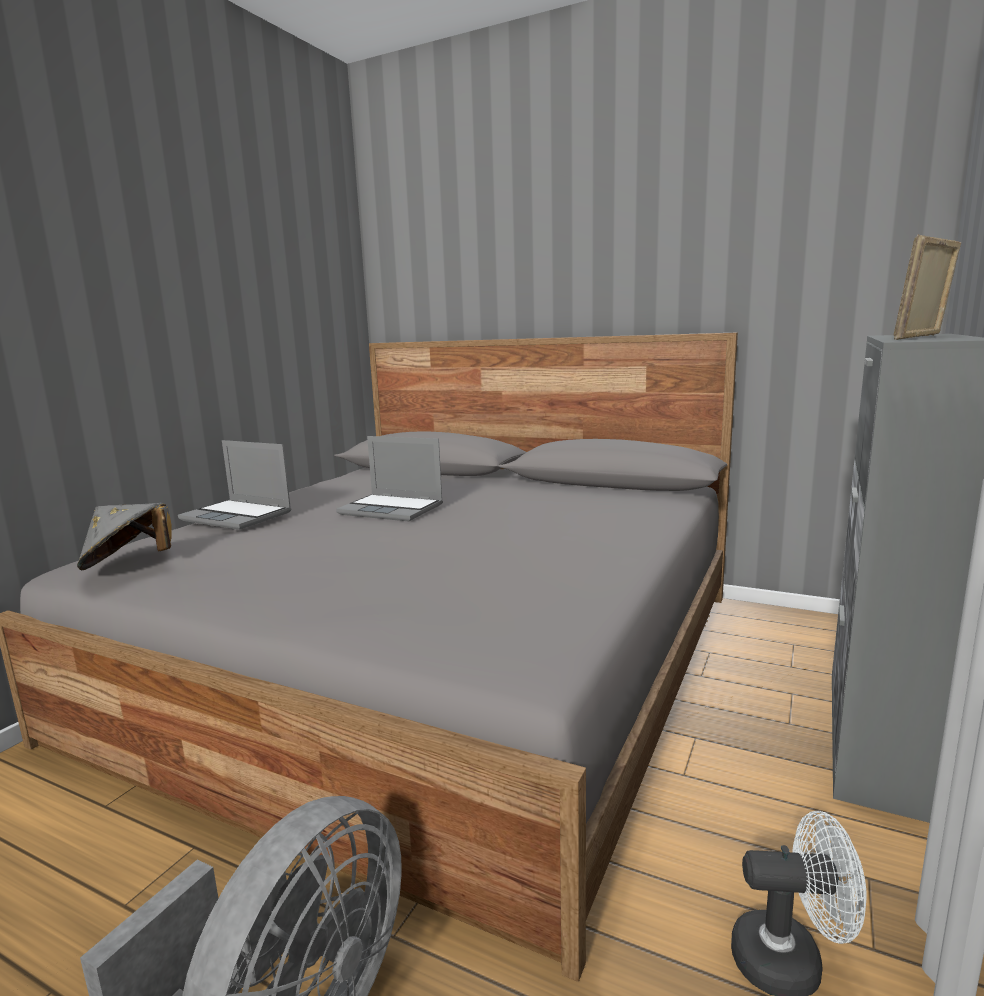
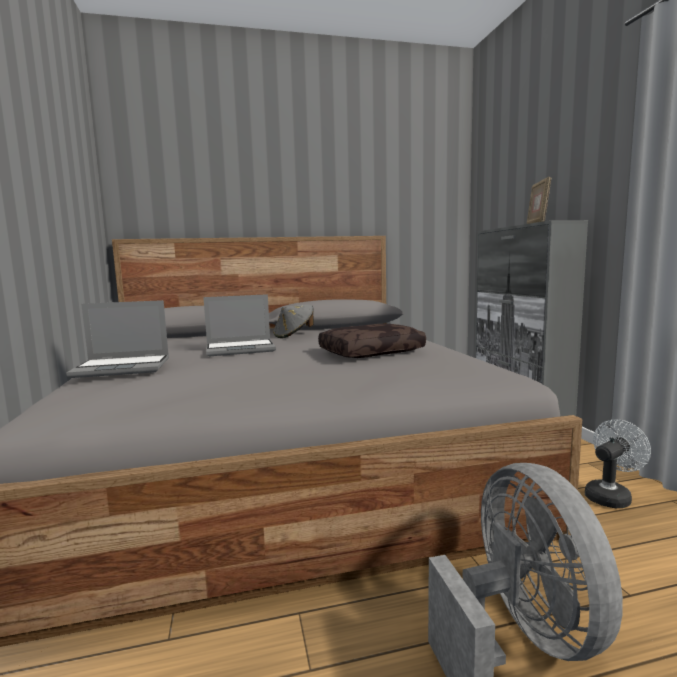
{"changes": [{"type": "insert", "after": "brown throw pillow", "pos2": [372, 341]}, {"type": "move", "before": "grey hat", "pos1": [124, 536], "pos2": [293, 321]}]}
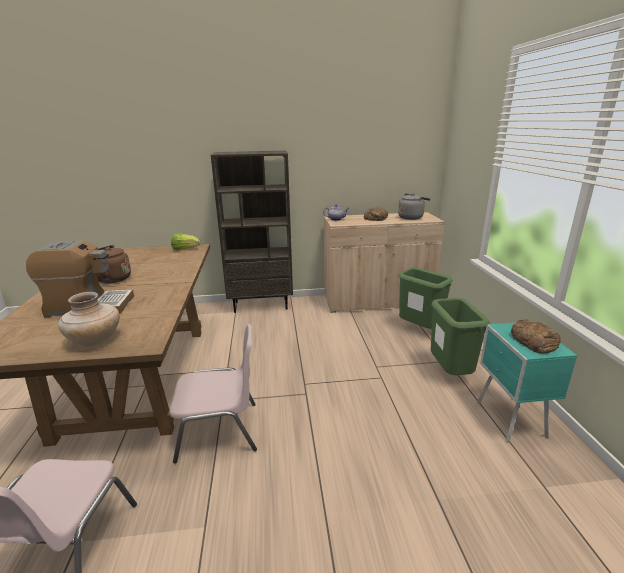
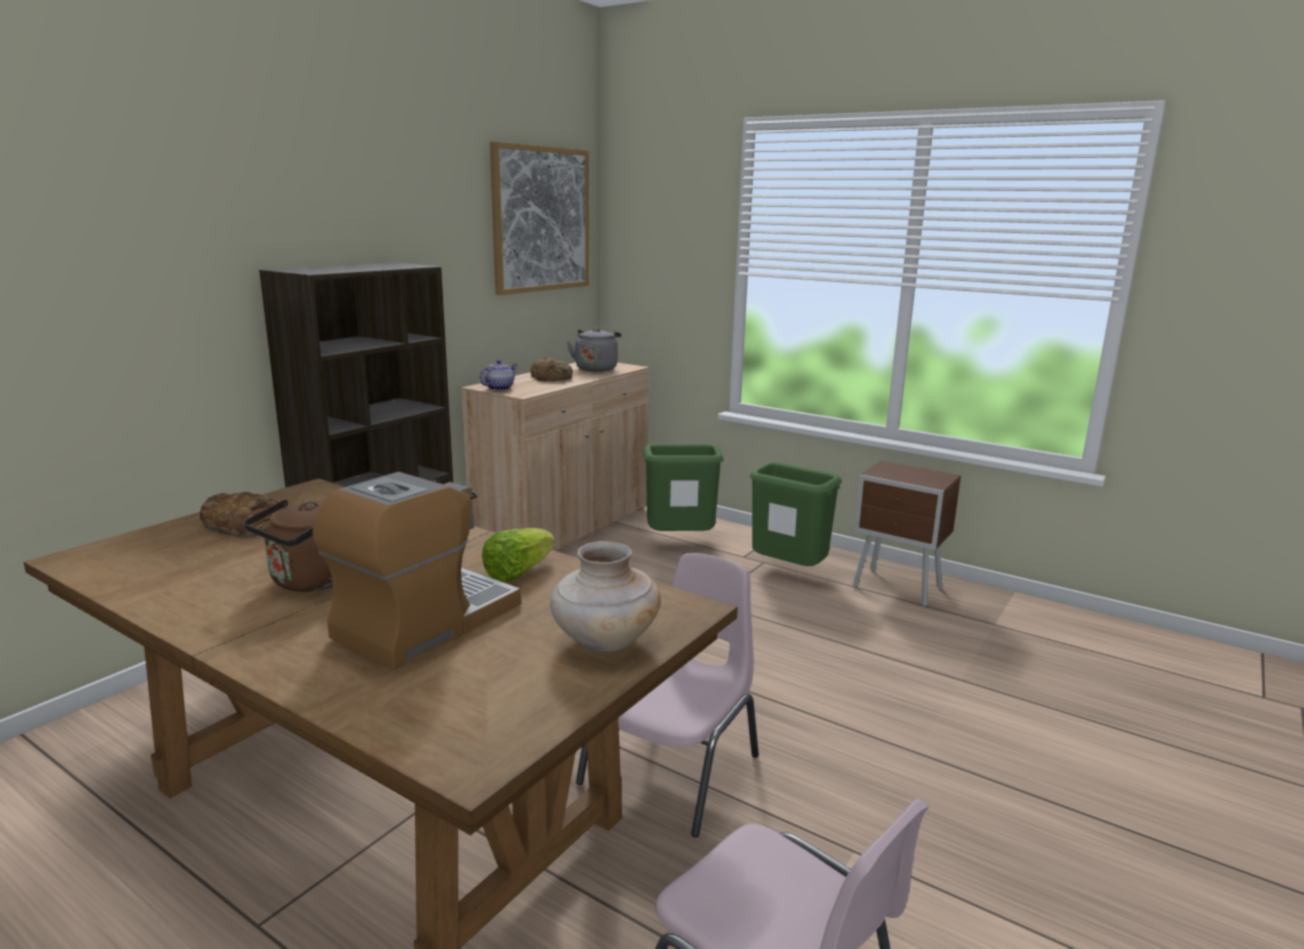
{"changes": [{"type": "insert", "after": "picture", "pos2": [539, 218]}, {"type": "move", "before": "head of lettuce", "pos1": [185, 241], "pos2": [518, 555]}, {"type": "move", "before": "baked bread", "pos1": [536, 336], "pos2": [239, 515]}, {"type": "recolor", "before": "blue-green night table", "after": "brown night table", "pos1": [527, 381], "pos2": [906, 534]}]}
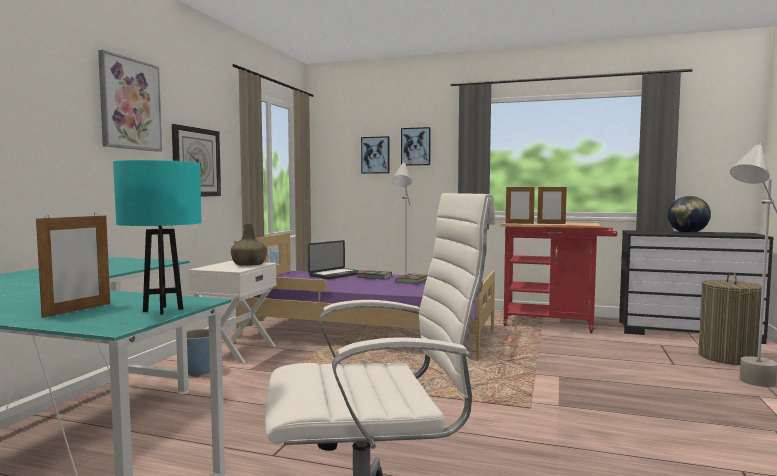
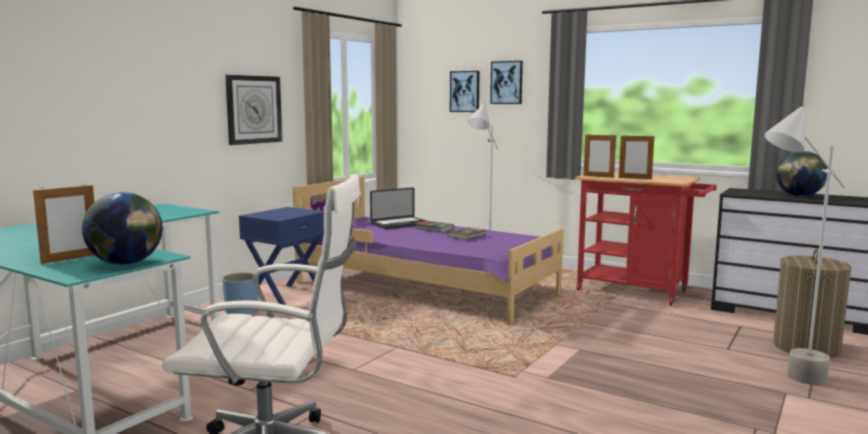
{"changes": [{"type": "delete", "before": "picture", "pos1": [130, 101]}, {"type": "delete", "before": "greenish drink bottle", "pos1": [249, 244]}, {"type": "replace", "before": "blue-green lamp for a table", "after": "world globe", "pos1": [157, 237], "pos2": [122, 228]}, {"type": "recolor", "before": "whitish night table", "after": "blue night table", "pos1": [233, 312], "pos2": [281, 256]}]}
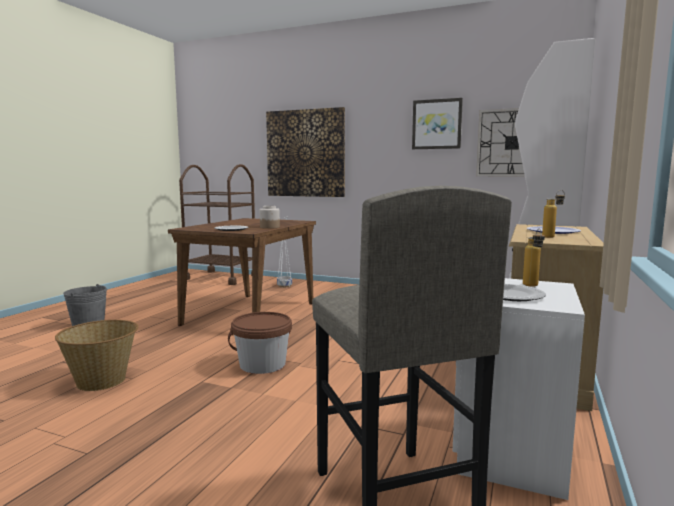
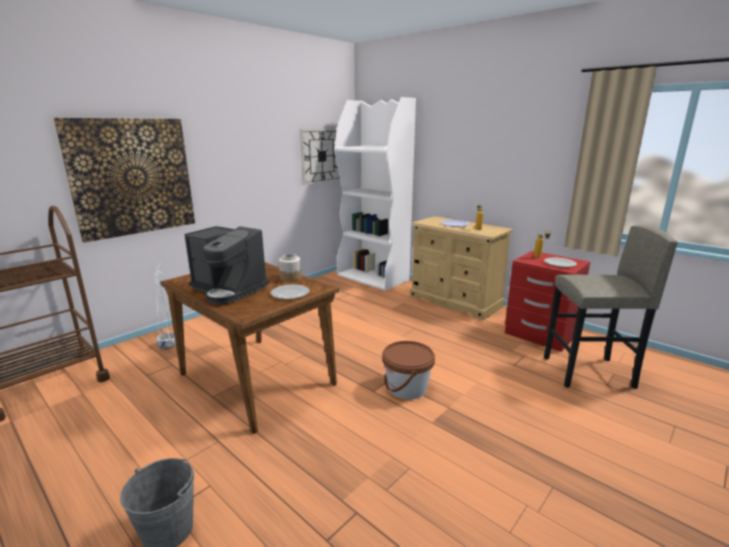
{"changes": [{"type": "delete", "before": "storage basket", "pos1": [96, 355]}, {"type": "delete", "before": "picture", "pos1": [437, 123]}, {"type": "insert", "after": "coffee maker", "pos2": [227, 265]}, {"type": "recolor", "before": "whitish night table", "after": "red night table", "pos1": [518, 389], "pos2": [547, 301]}]}
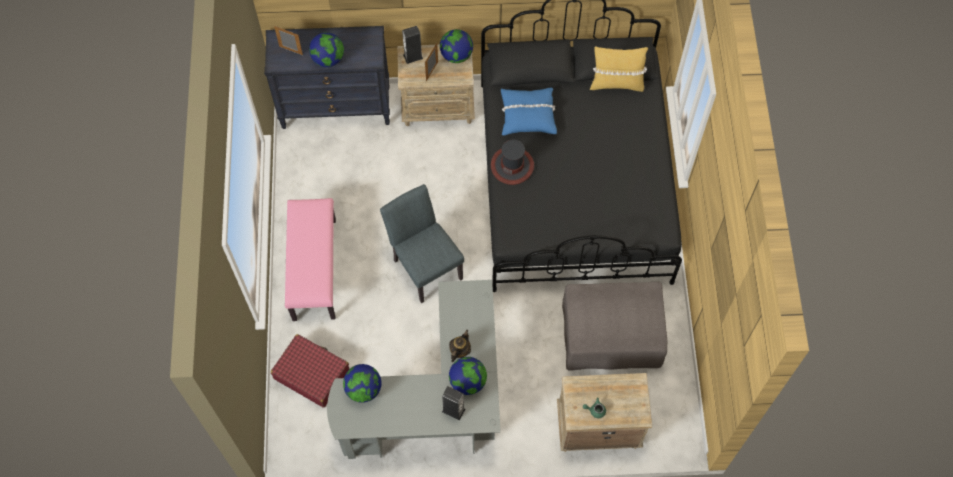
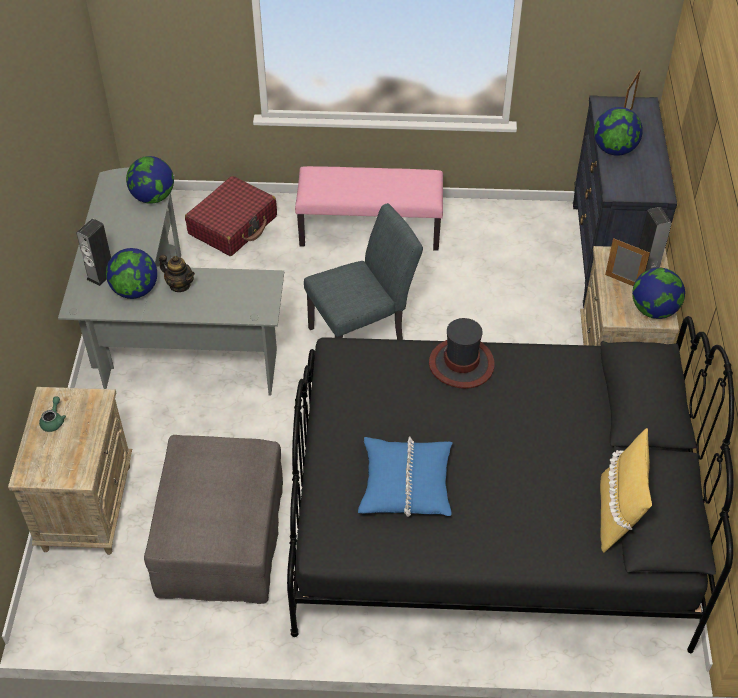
{"changes": [{"type": "move", "before": "blue throw pillow", "pos1": [529, 111], "pos2": [405, 476]}]}
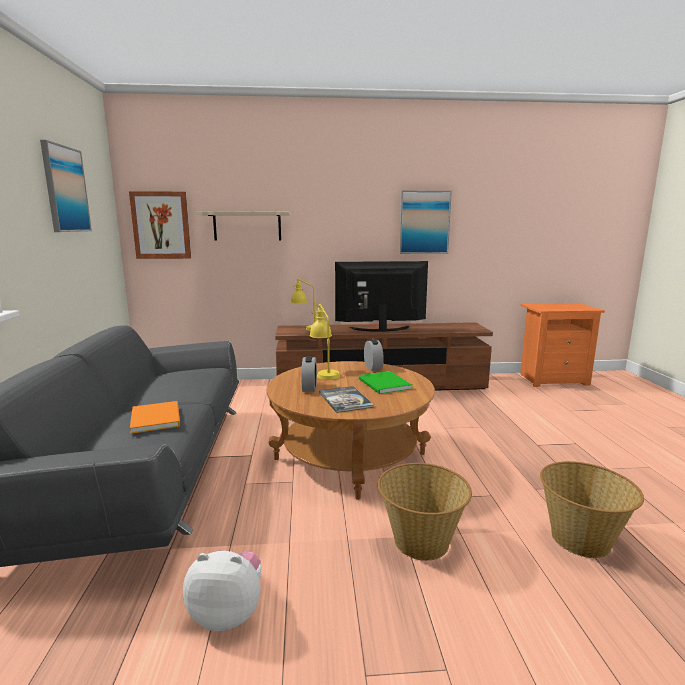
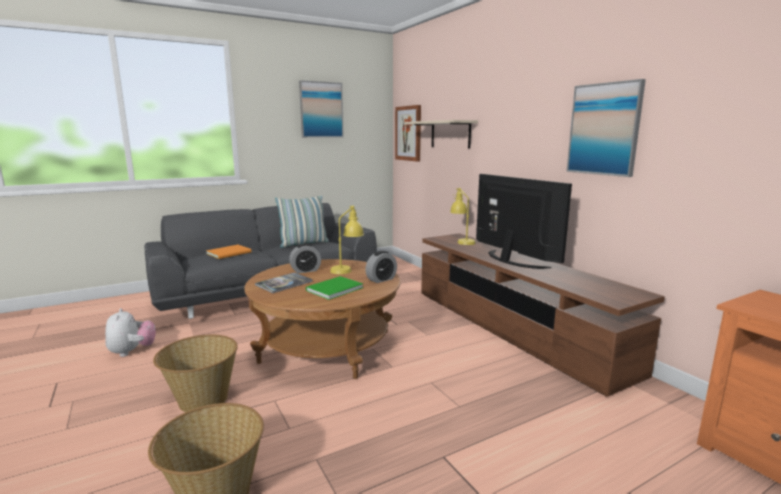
{"changes": [{"type": "insert", "after": "throw pillow", "pos2": [302, 222]}]}
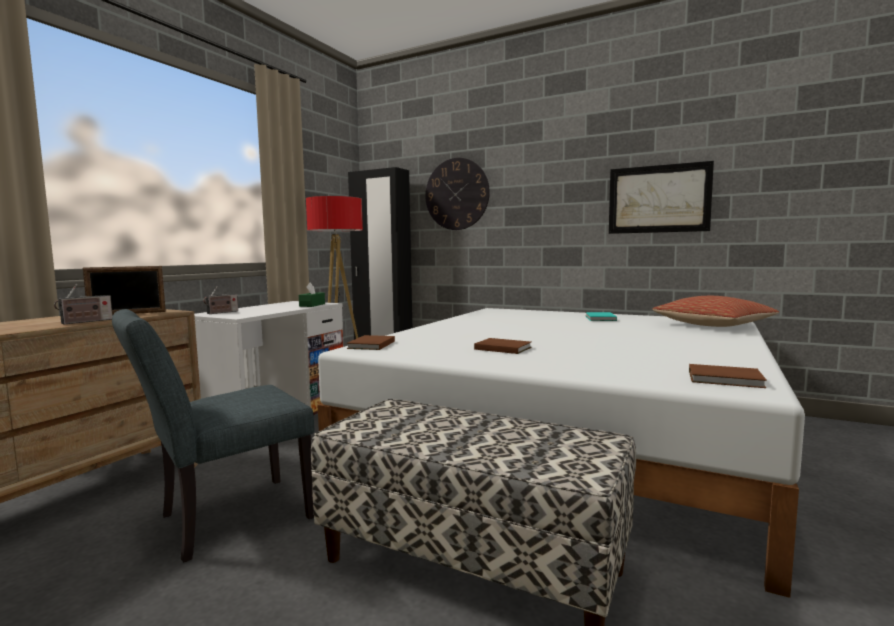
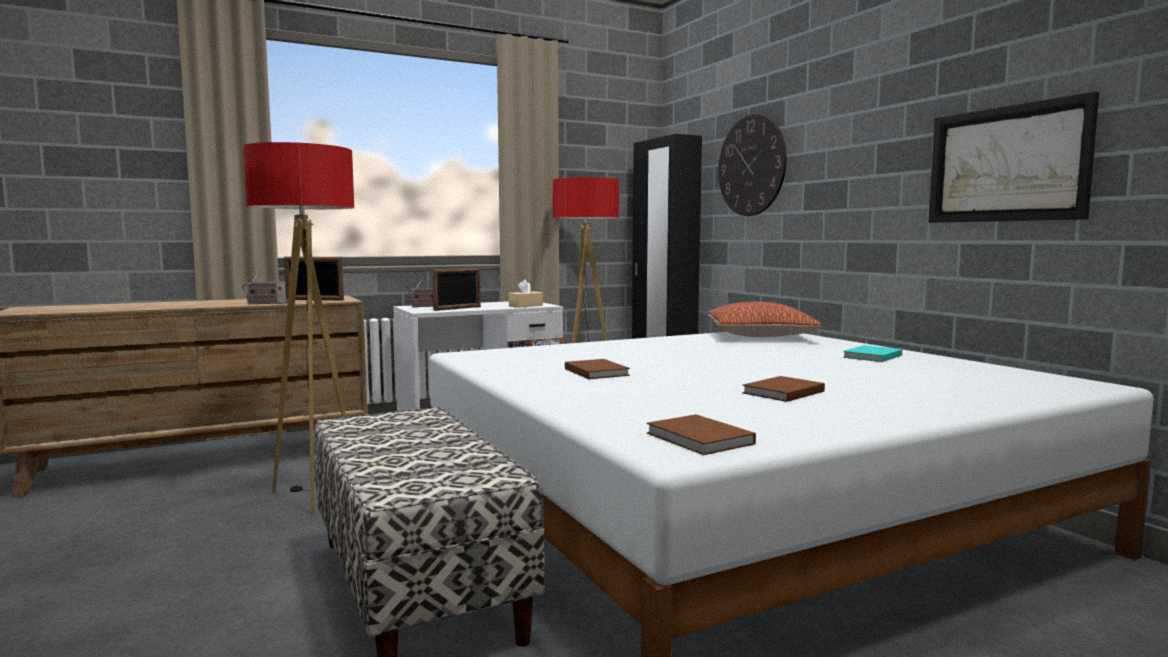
{"changes": [{"type": "insert", "after": "standing frame", "pos2": [456, 289]}, {"type": "move", "before": "brown book", "pos1": [371, 342], "pos2": [783, 389]}, {"type": "move", "before": "throw pillow", "pos1": [715, 311], "pos2": [764, 319]}, {"type": "replace", "before": "grey plain chair", "after": "standing lamp", "pos1": [213, 435], "pos2": [298, 328]}, {"type": "recolor", "before": "greenish tissue box", "after": "beige tissue box", "pos1": [312, 294], "pos2": [526, 294]}]}
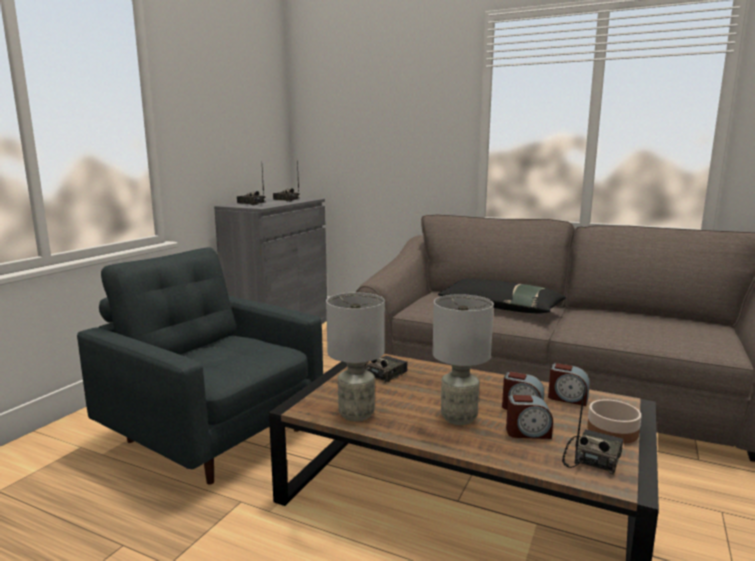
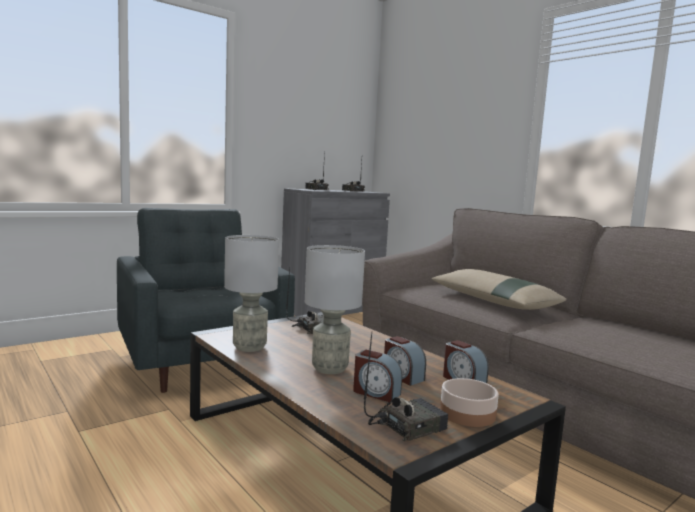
{"changes": [{"type": "recolor", "before": "blackish throw pillow", "after": "beige throw pillow", "pos1": [502, 296], "pos2": [499, 289]}]}
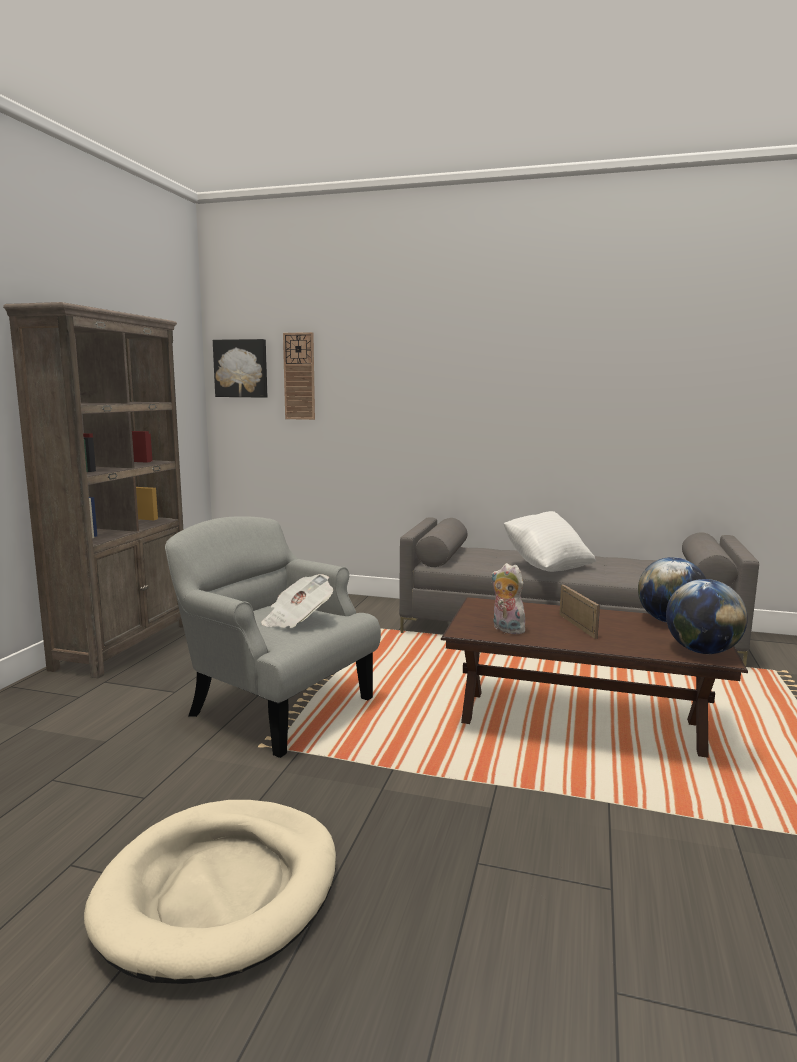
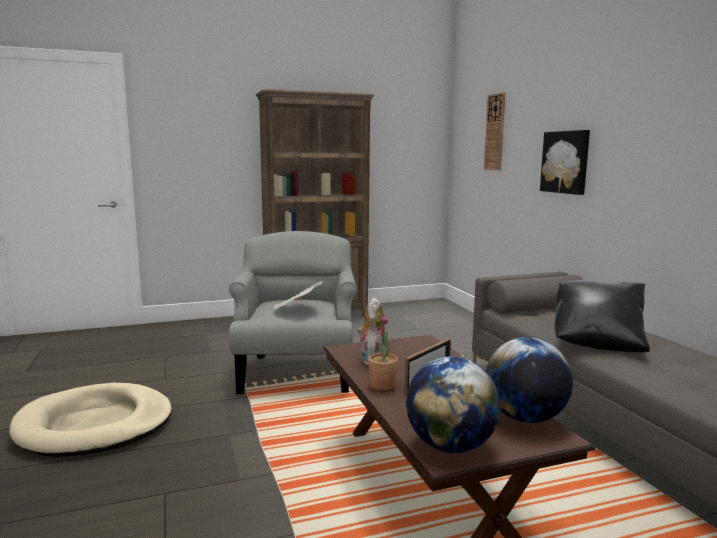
{"changes": [{"type": "insert", "after": "potted plant", "pos2": [383, 353]}, {"type": "move", "before": "picture", "pos1": [240, 368], "pos2": [565, 162]}, {"type": "recolor", "before": "whitish throw pillow", "after": "blackish throw pillow", "pos1": [550, 541], "pos2": [602, 316]}]}
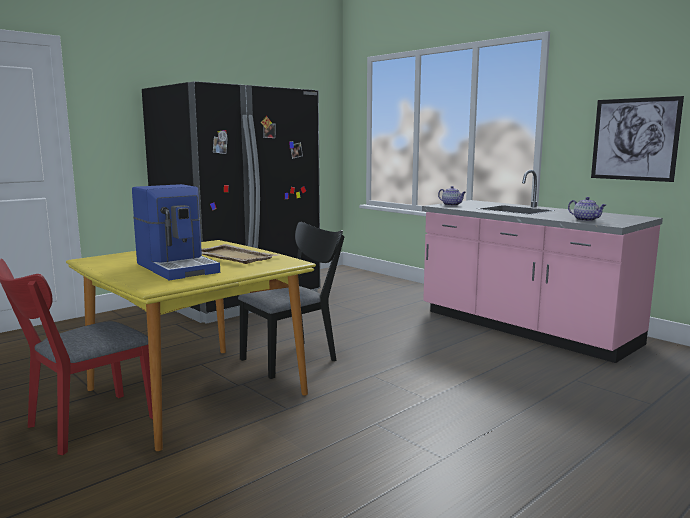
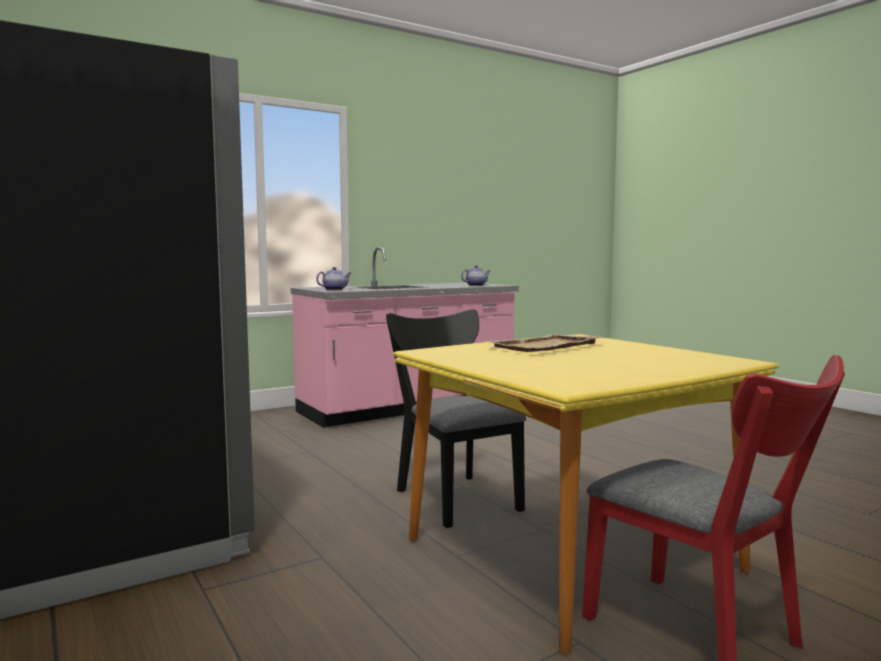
{"changes": [{"type": "delete", "before": "coffee maker", "pos1": [176, 232]}, {"type": "delete", "before": "picture", "pos1": [637, 139]}]}
